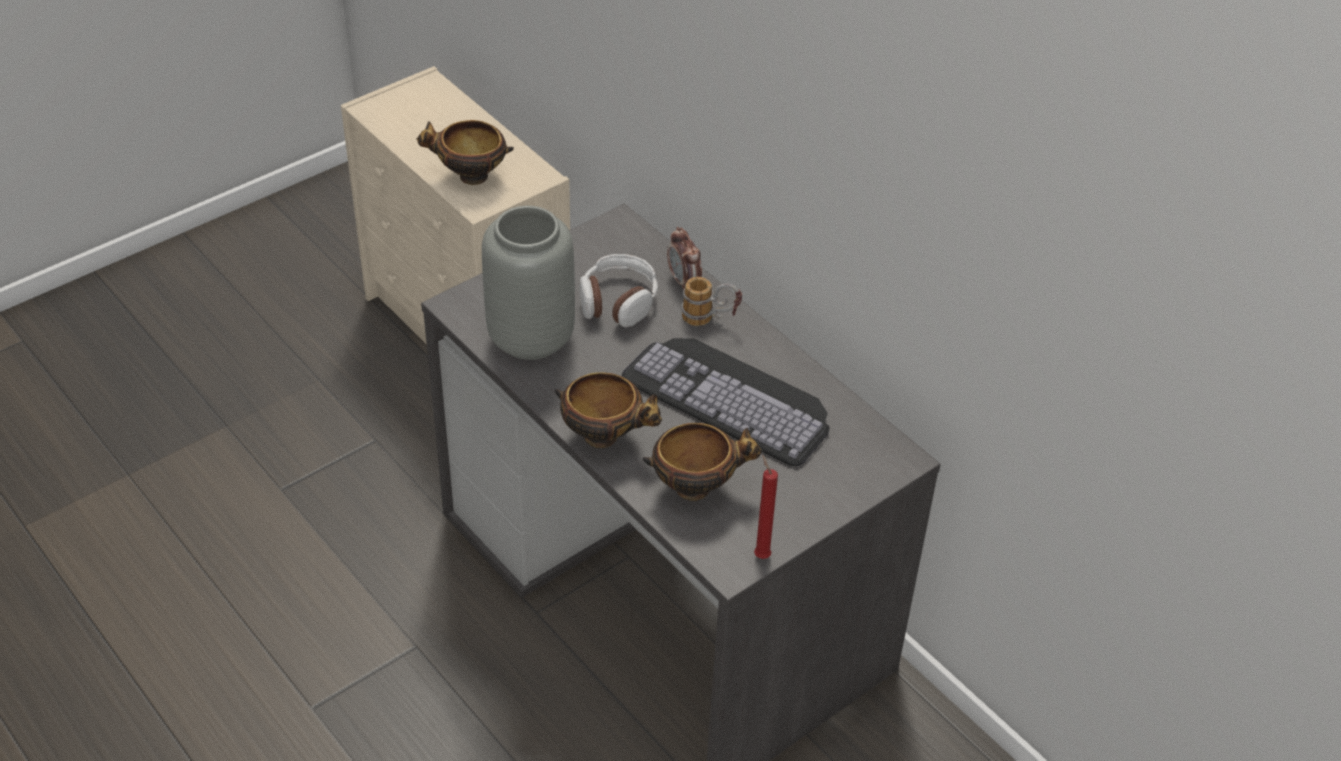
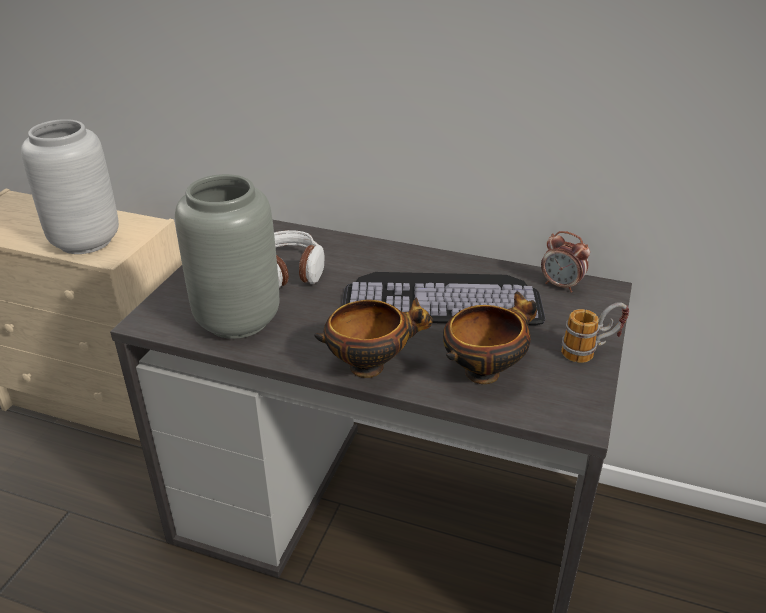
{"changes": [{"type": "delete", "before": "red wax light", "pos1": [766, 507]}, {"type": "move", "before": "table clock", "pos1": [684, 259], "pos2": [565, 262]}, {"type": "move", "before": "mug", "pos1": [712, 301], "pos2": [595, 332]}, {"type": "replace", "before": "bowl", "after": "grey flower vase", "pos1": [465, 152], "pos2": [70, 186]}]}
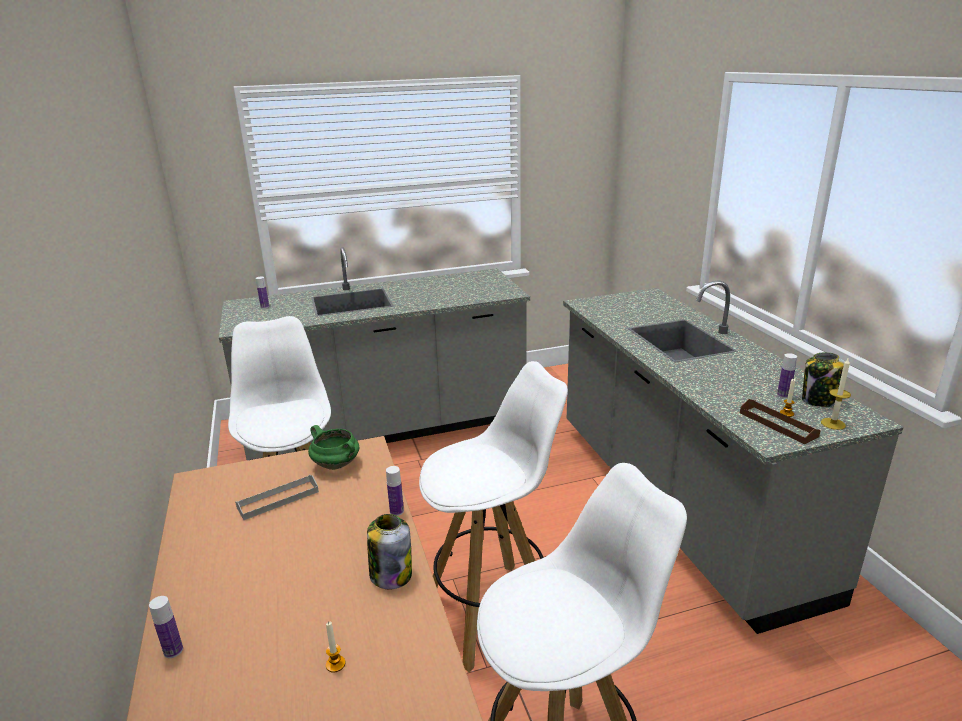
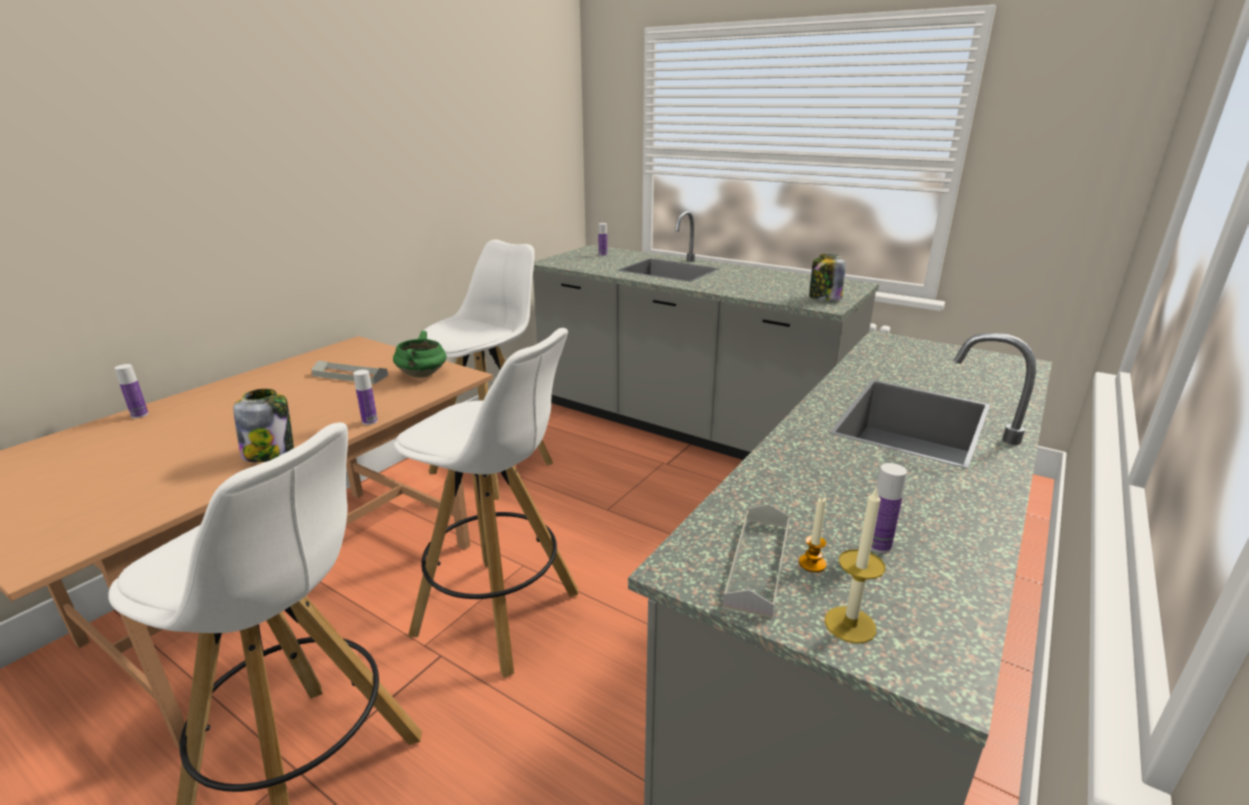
{"changes": [{"type": "delete", "before": "wax light", "pos1": [336, 647]}, {"type": "move", "before": "jar", "pos1": [823, 379], "pos2": [827, 277]}, {"type": "recolor", "before": "brown carrying tray", "after": "grey carrying tray", "pos1": [780, 421], "pos2": [756, 561]}]}
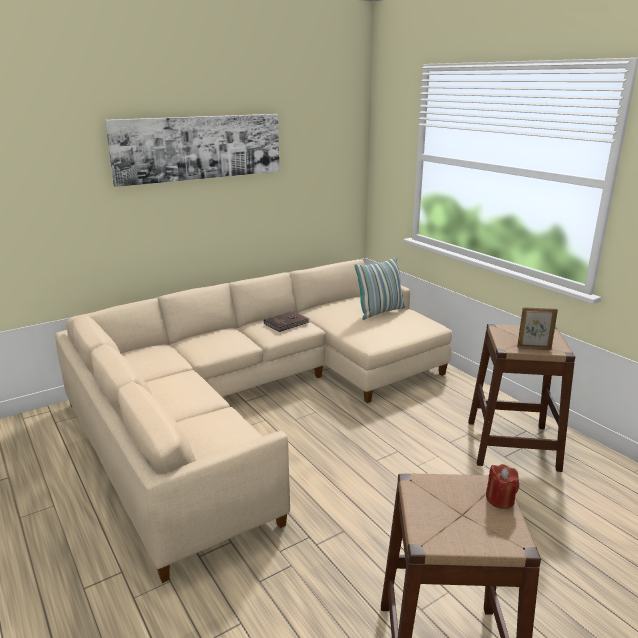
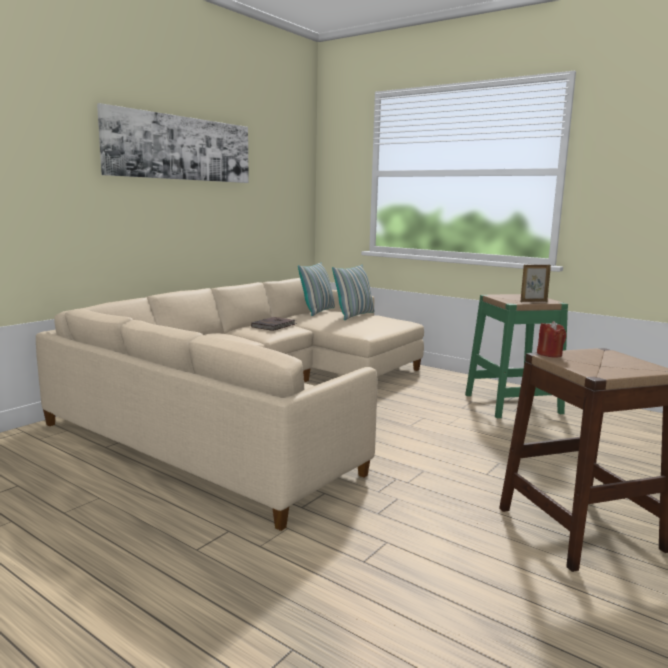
{"changes": [{"type": "insert", "after": "throw pillow", "pos2": [316, 289]}, {"type": "move", "before": "red wax light", "pos1": [502, 486], "pos2": [551, 339]}, {"type": "recolor", "before": "brown stool seat", "after": "greenish stool seat", "pos1": [521, 398], "pos2": [516, 356]}]}
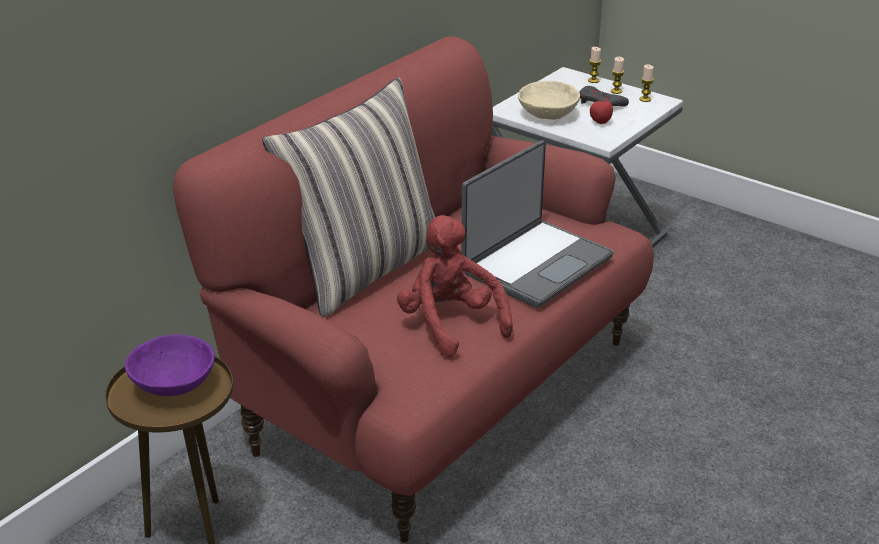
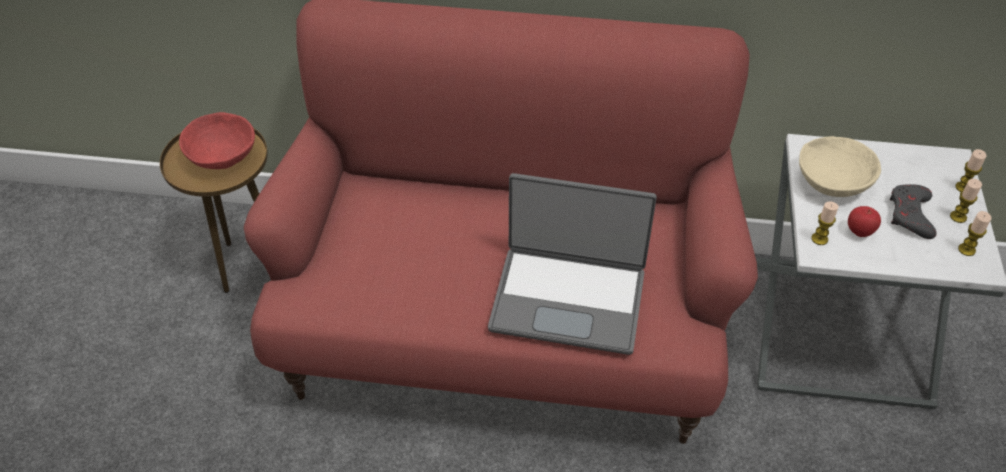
{"changes": [{"type": "delete", "before": "throw pillow", "pos1": [348, 198]}, {"type": "delete", "before": "red cuddly toy", "pos1": [455, 286]}, {"type": "insert", "after": "wax light", "pos2": [825, 223]}, {"type": "recolor", "before": "purple-coloured bowl", "after": "red bowl", "pos1": [170, 365], "pos2": [217, 140]}]}
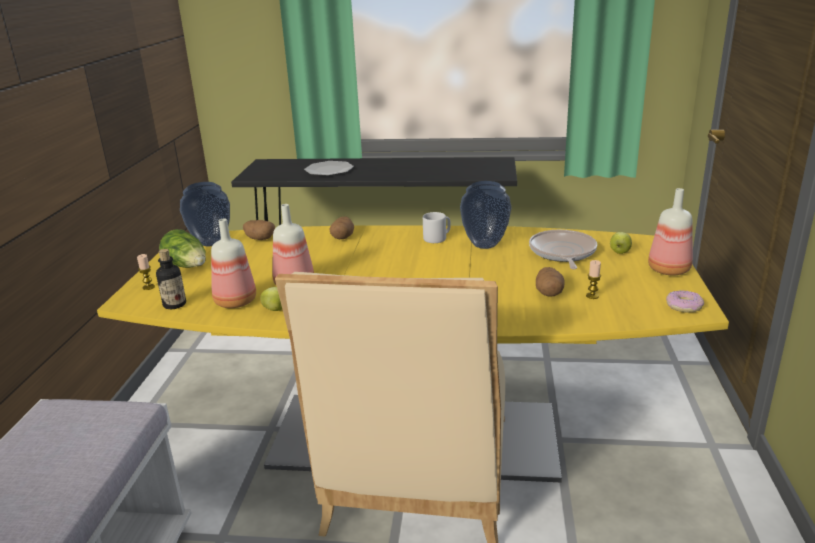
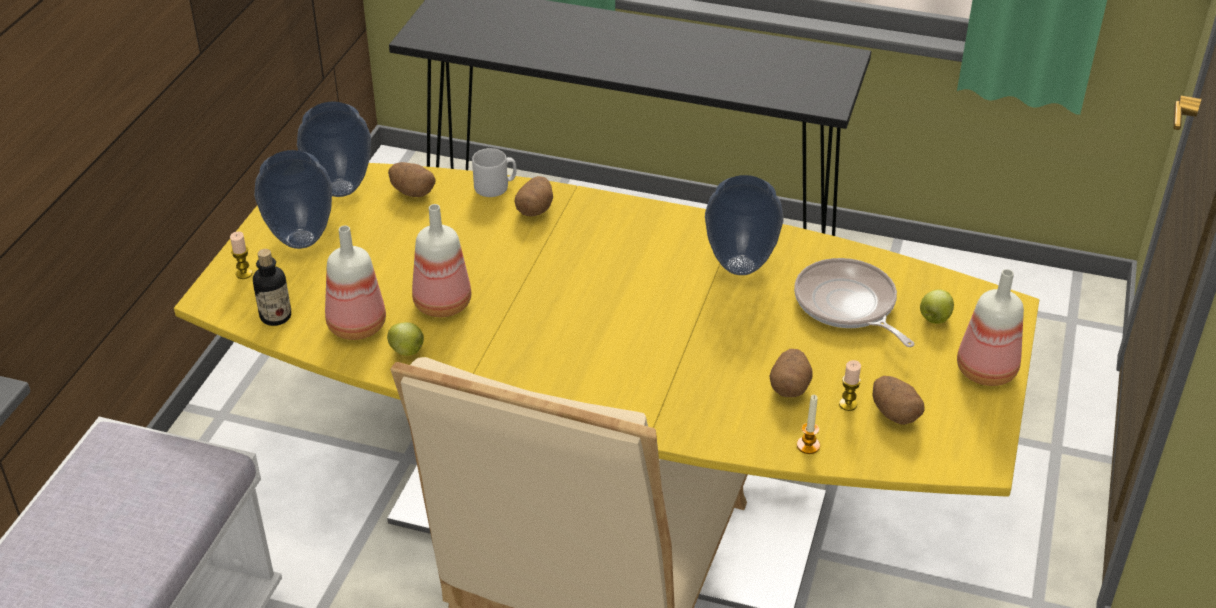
{"changes": [{"type": "delete", "before": "dinner plate", "pos1": [329, 168]}, {"type": "delete", "before": "ring doughnut", "pos1": [685, 301]}, {"type": "insert", "after": "wax light", "pos2": [808, 424]}, {"type": "insert", "after": "potato", "pos2": [898, 400]}, {"type": "move", "before": "grey mug", "pos1": [437, 227], "pos2": [494, 172]}, {"type": "replace", "before": "head of lettuce", "after": "flower vase", "pos1": [182, 248], "pos2": [293, 199]}, {"type": "rotate", "before": "frying pan", "pos1": [563, 249], "pos2": [854, 302], "turn": -45}]}
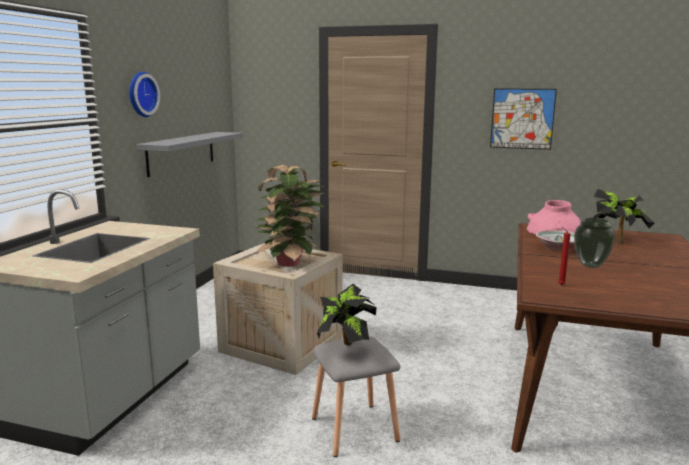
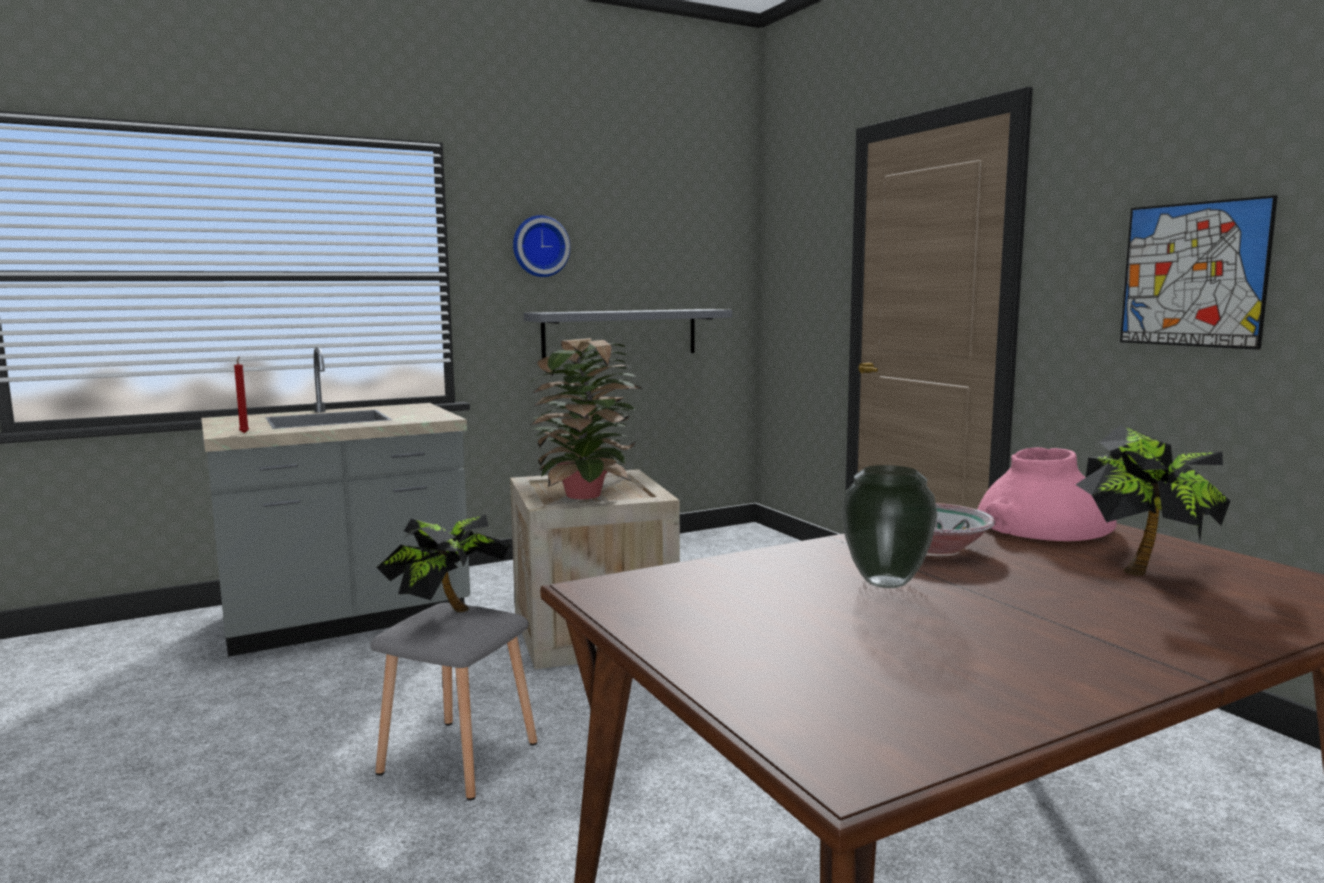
{"changes": [{"type": "move", "before": "red wax light", "pos1": [564, 256], "pos2": [241, 395]}]}
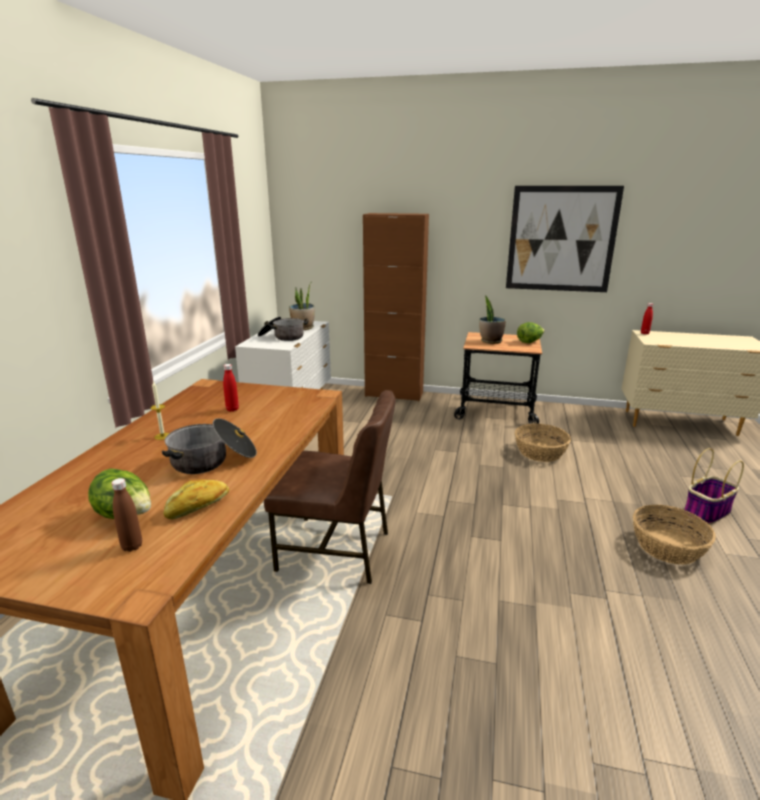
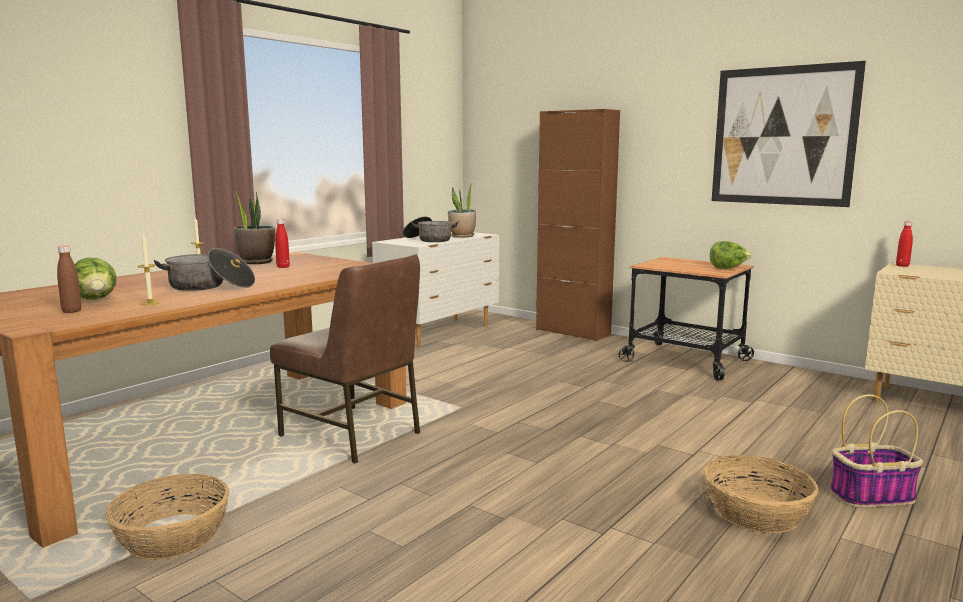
{"changes": [{"type": "move", "before": "potted plant", "pos1": [492, 319], "pos2": [253, 226]}, {"type": "move", "before": "storage basket", "pos1": [543, 443], "pos2": [167, 517]}, {"type": "replace", "before": "baked bread", "after": "wax light", "pos1": [196, 499], "pos2": [149, 269]}]}
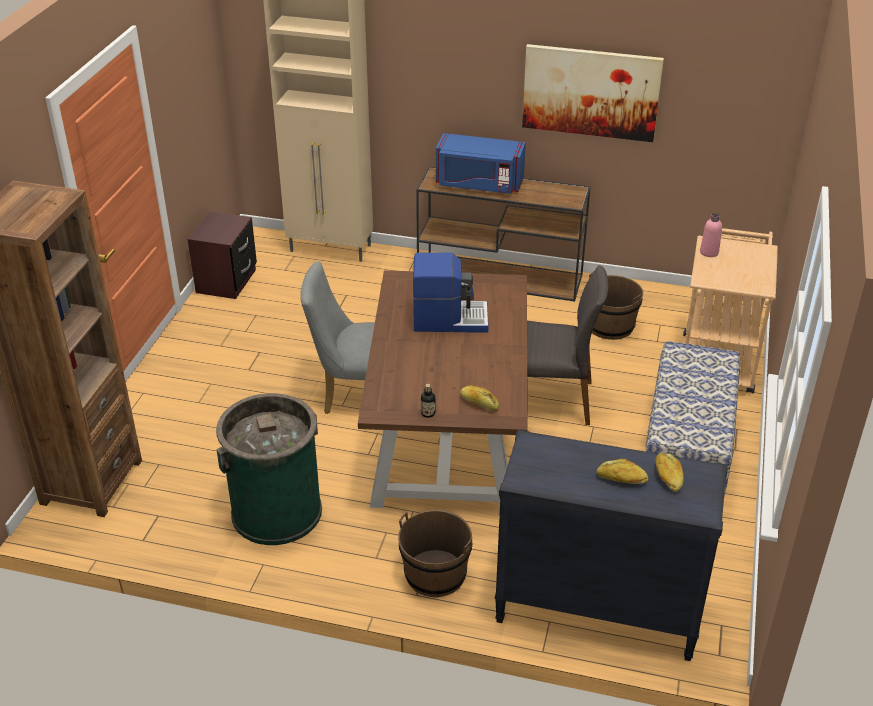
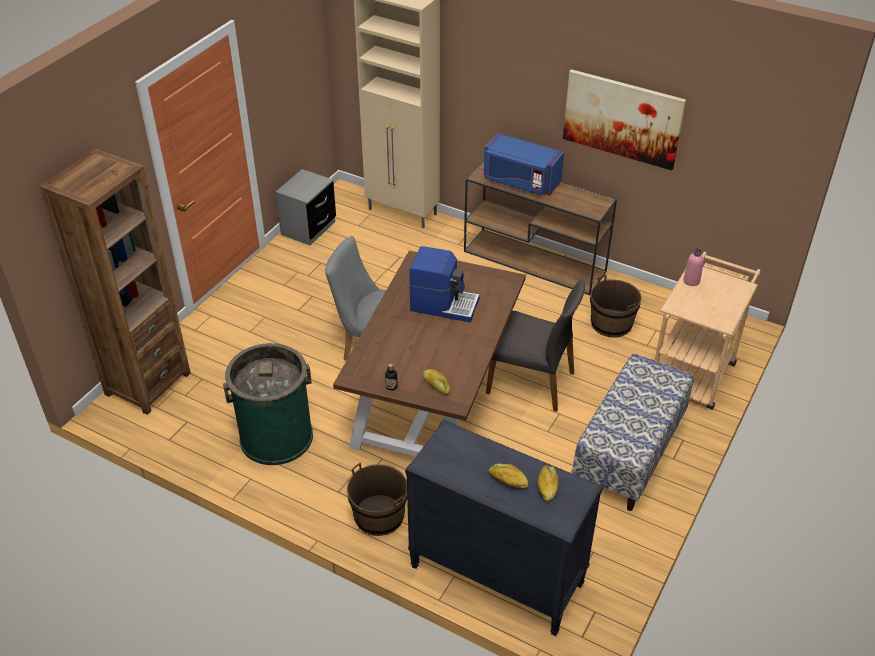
{"changes": [{"type": "recolor", "before": "brown night table", "after": "grey night table", "pos1": [222, 255], "pos2": [305, 207]}]}
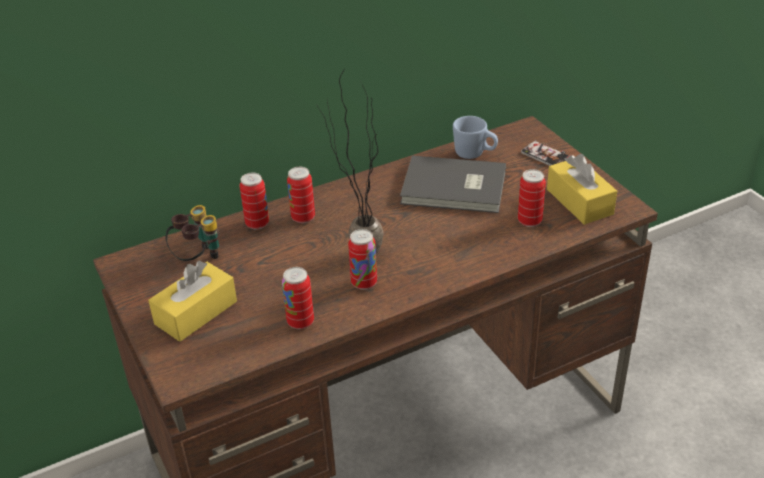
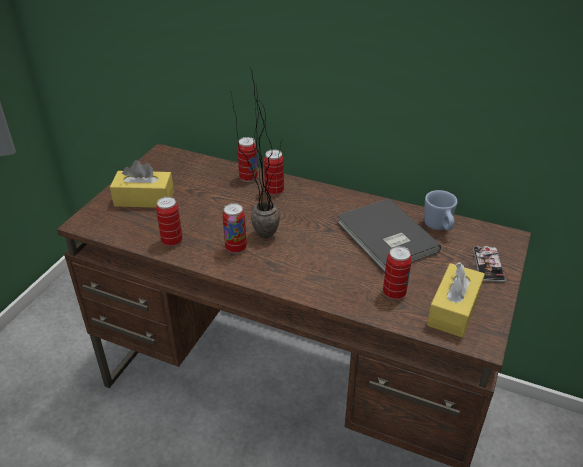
{"changes": [{"type": "delete", "before": "field glasses", "pos1": [193, 233]}]}
